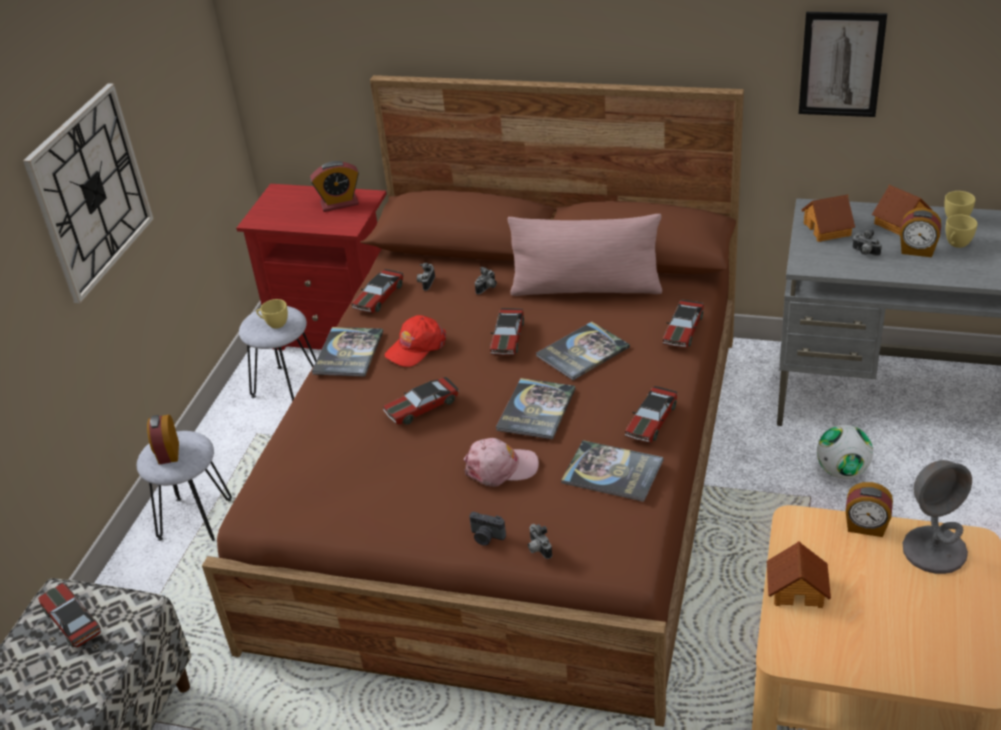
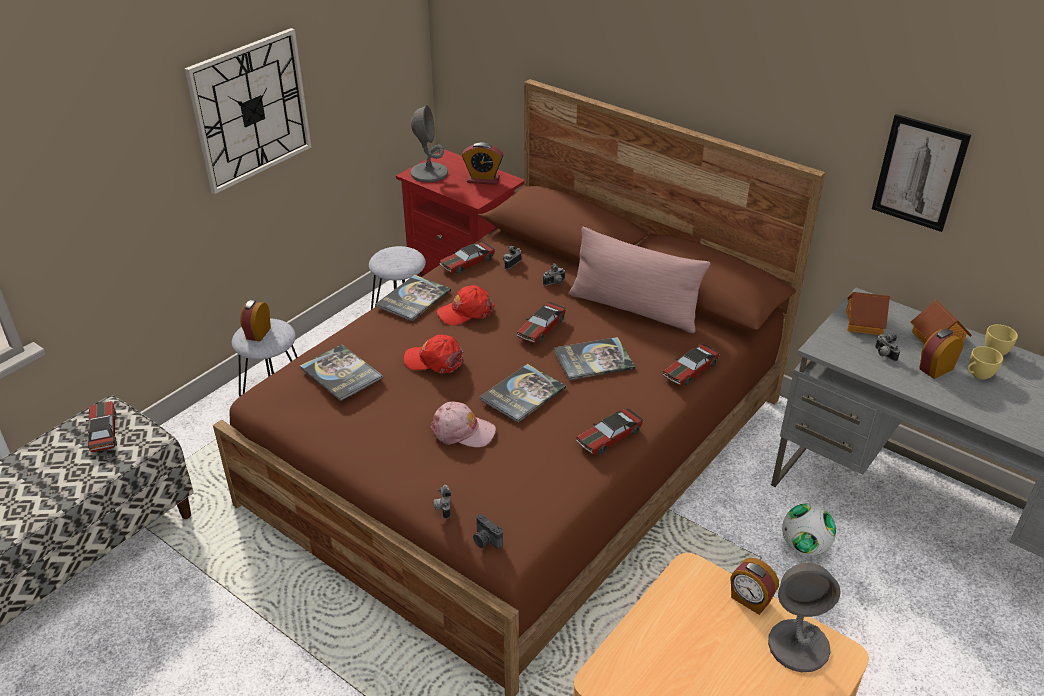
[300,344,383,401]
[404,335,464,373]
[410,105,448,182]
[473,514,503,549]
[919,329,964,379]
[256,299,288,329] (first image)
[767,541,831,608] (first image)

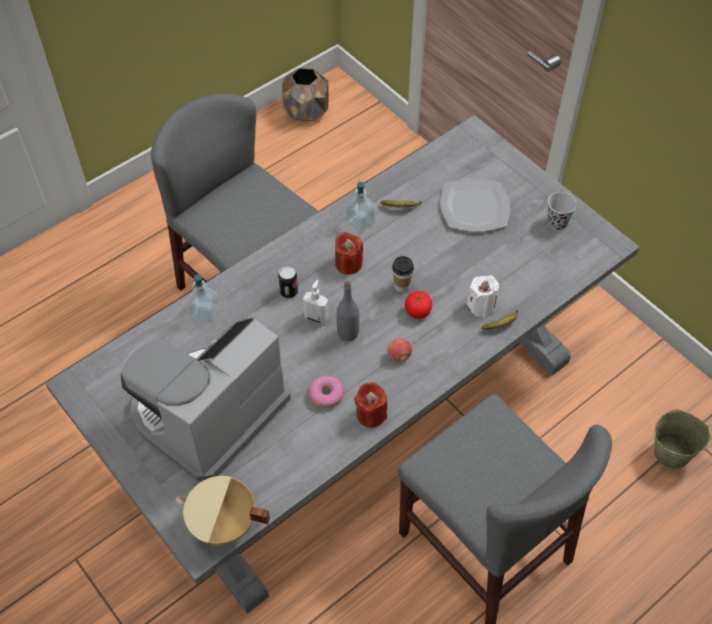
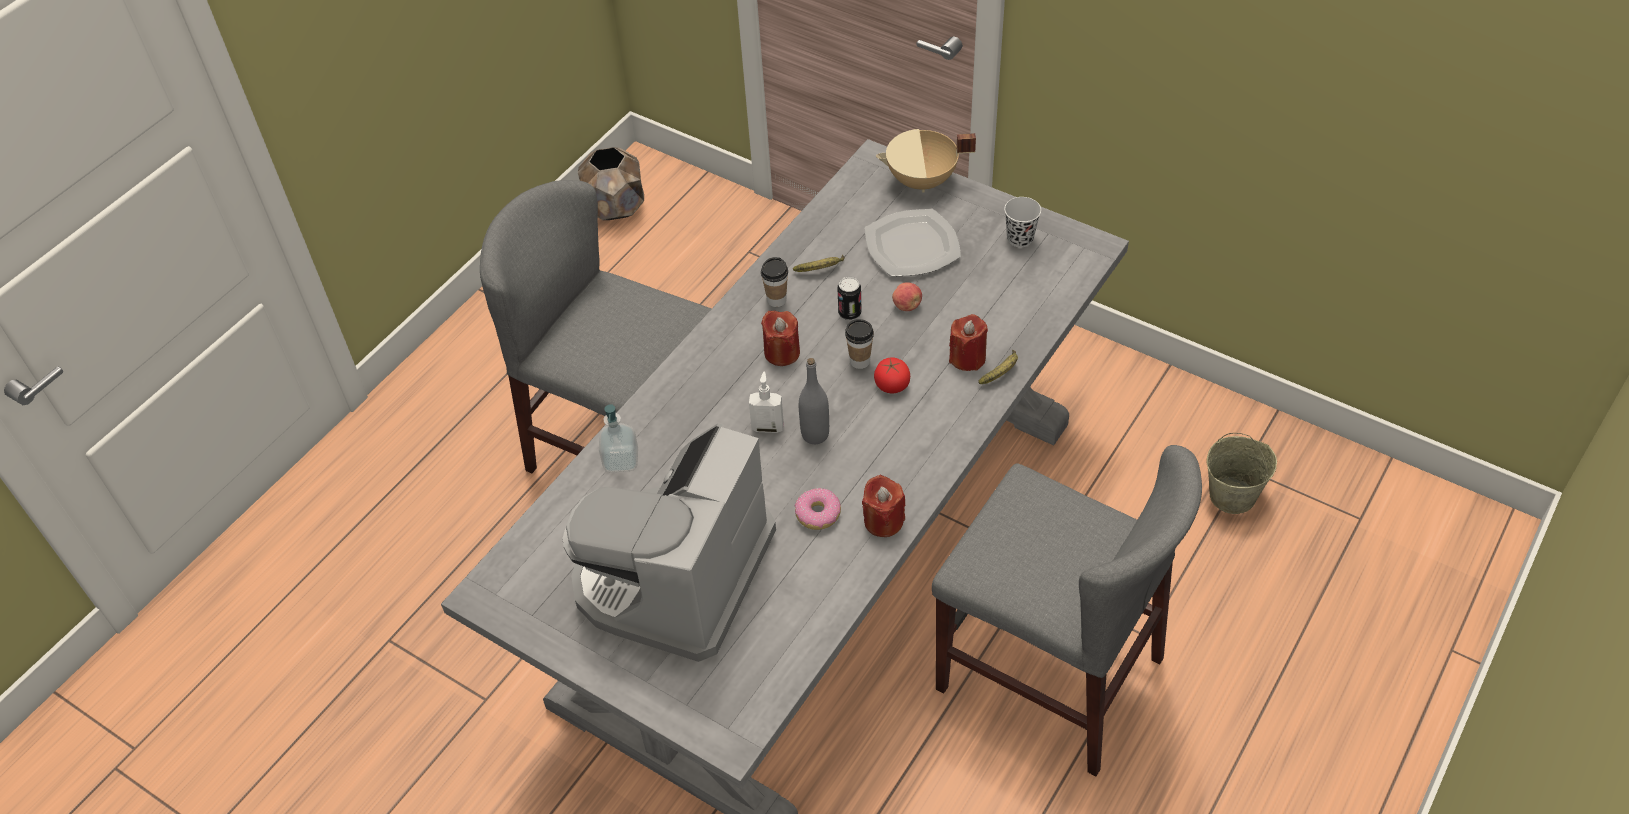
[761,257,788,307]
[838,277,862,320]
[876,129,976,192]
[892,282,922,311]
[949,314,988,371]

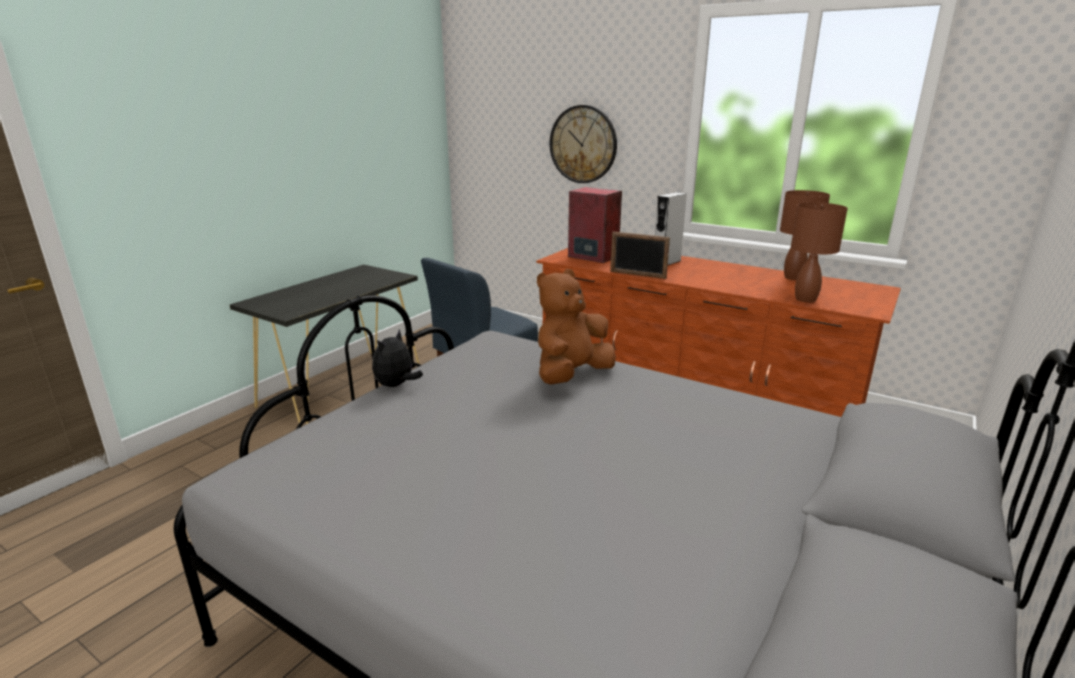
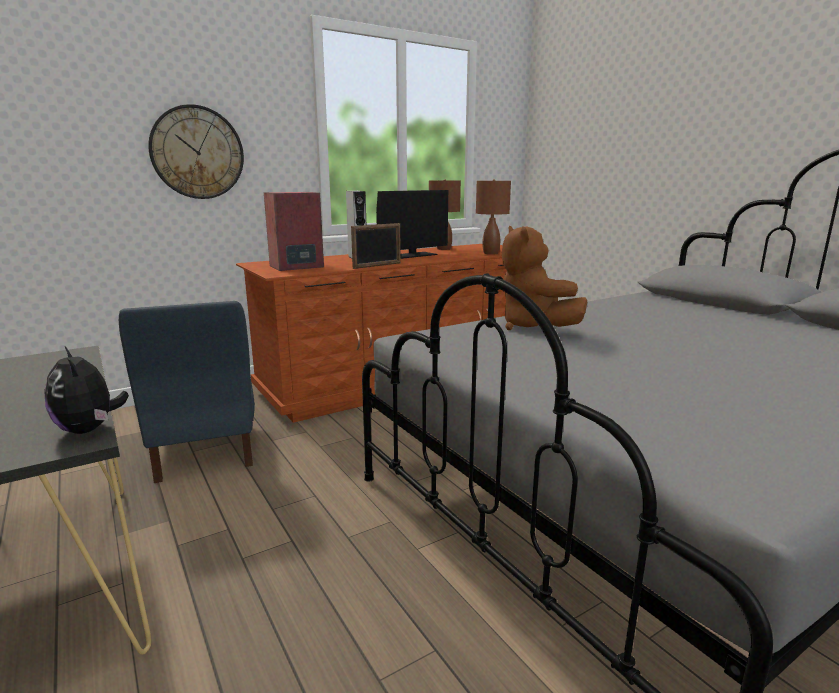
[44,347,129,434]
[376,190,448,259]

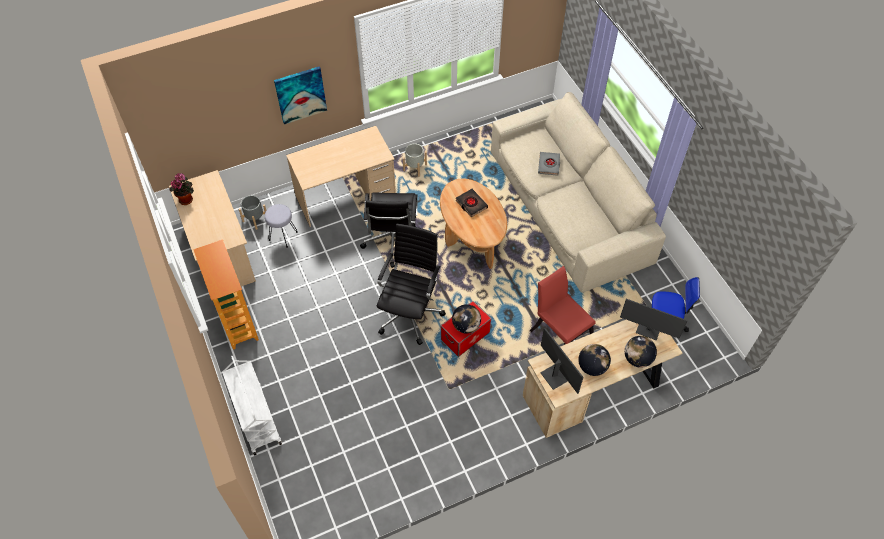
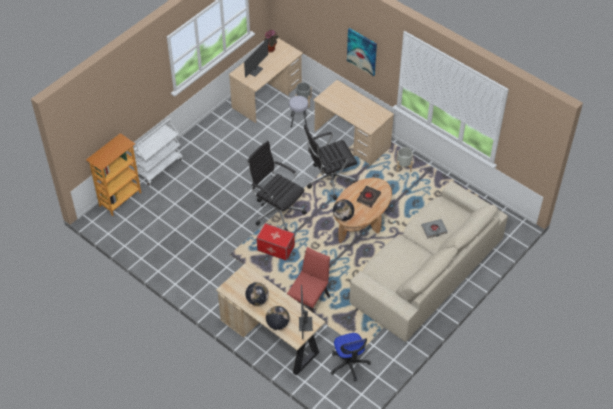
[86,133,141,216]
[244,39,268,78]
[248,141,307,231]
[333,199,354,221]

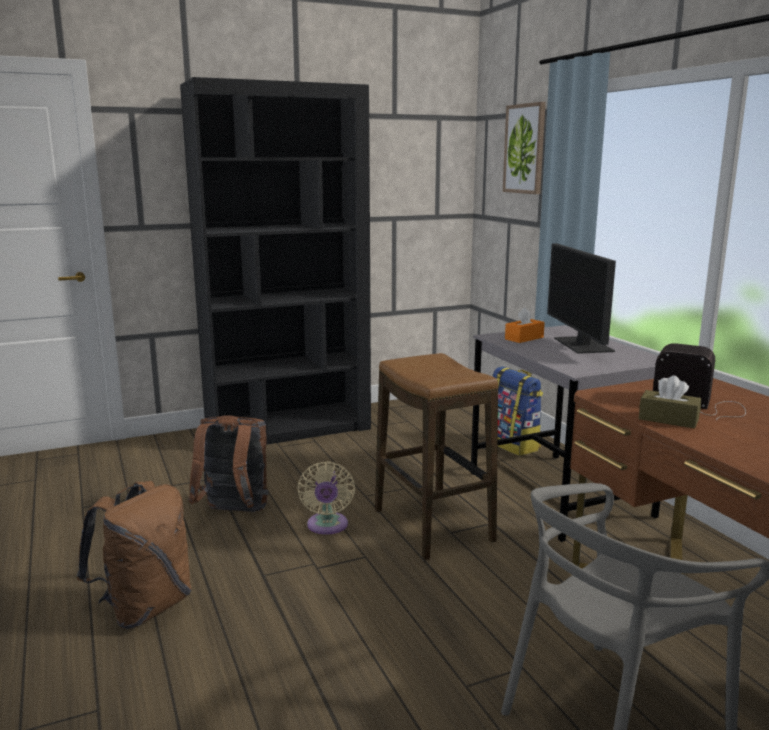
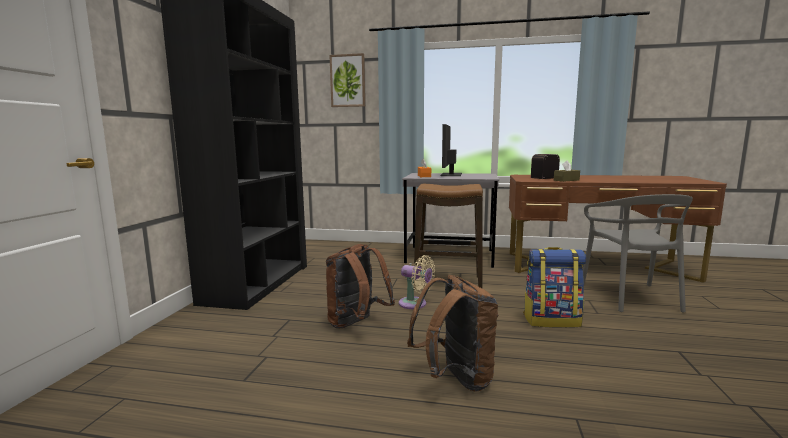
[440,124,462,176]
[523,247,586,328]

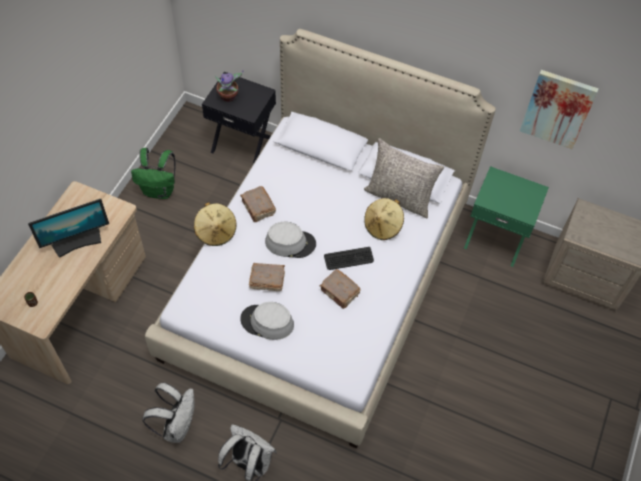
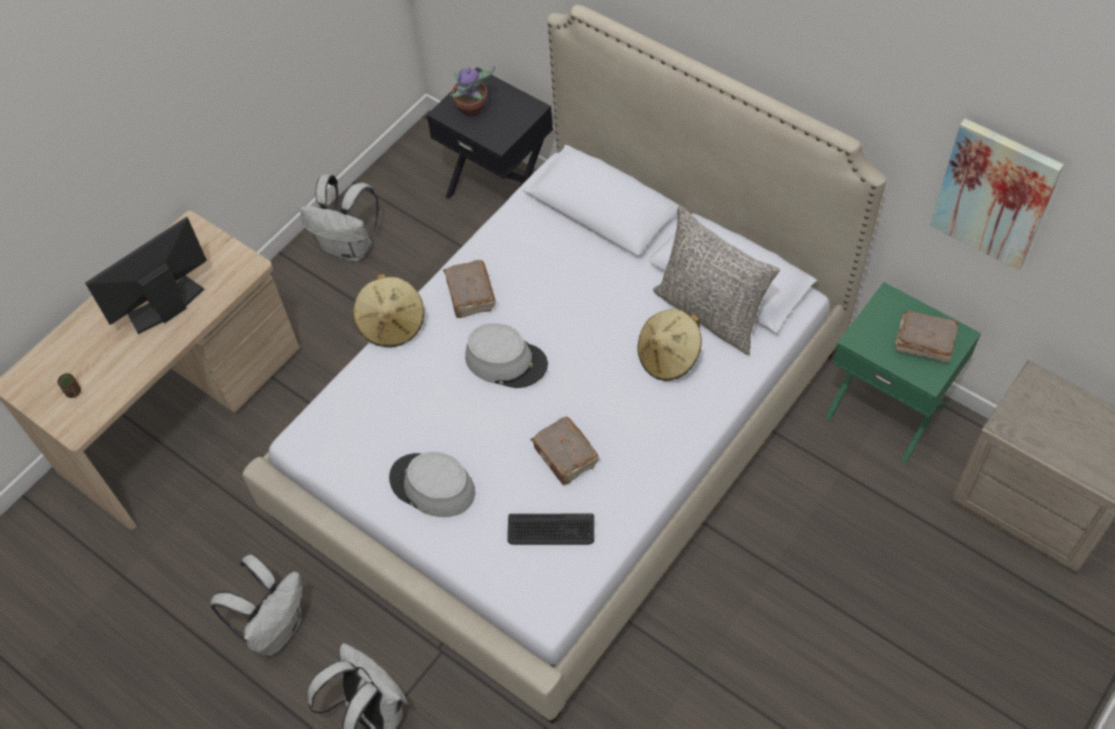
[85,217,207,334]
[300,174,378,261]
[507,514,594,545]
[894,310,958,363]

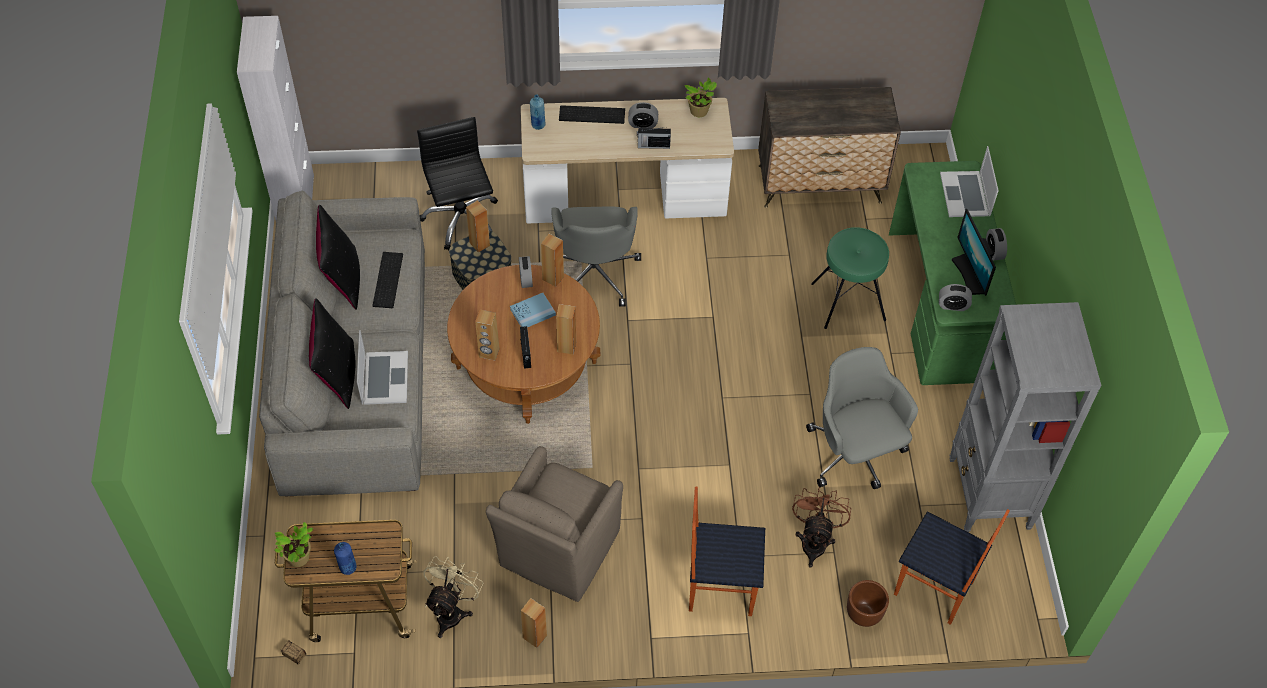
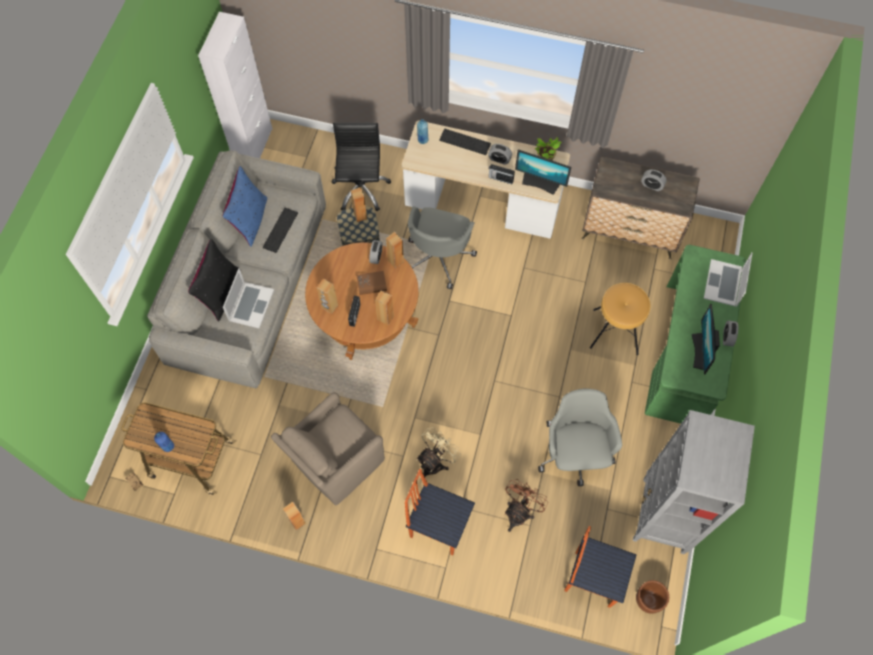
[223,166,267,247]
[357,271,387,295]
[416,427,461,477]
[515,150,571,195]
[564,526,636,608]
[590,283,650,355]
[636,580,669,614]
[641,170,667,191]
[274,522,313,567] (first image)

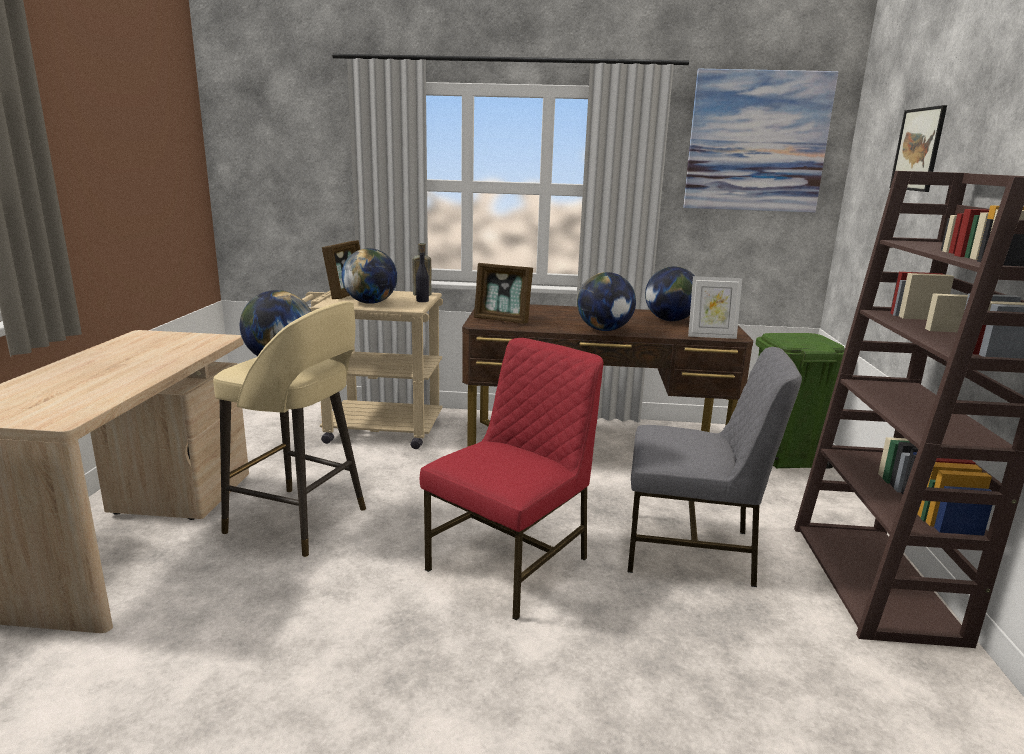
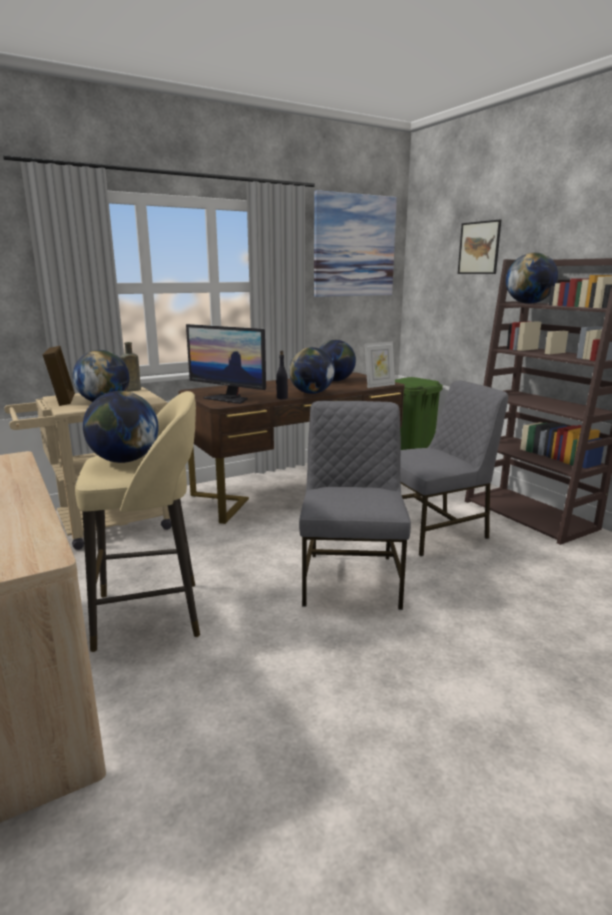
[186,324,266,404]
[276,351,288,399]
[299,401,411,610]
[506,253,558,304]

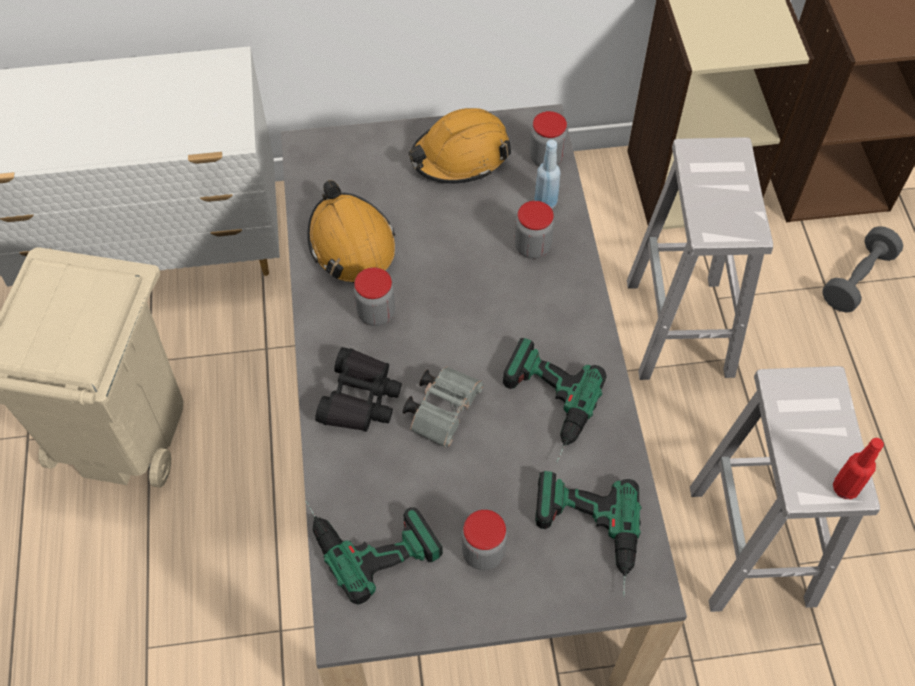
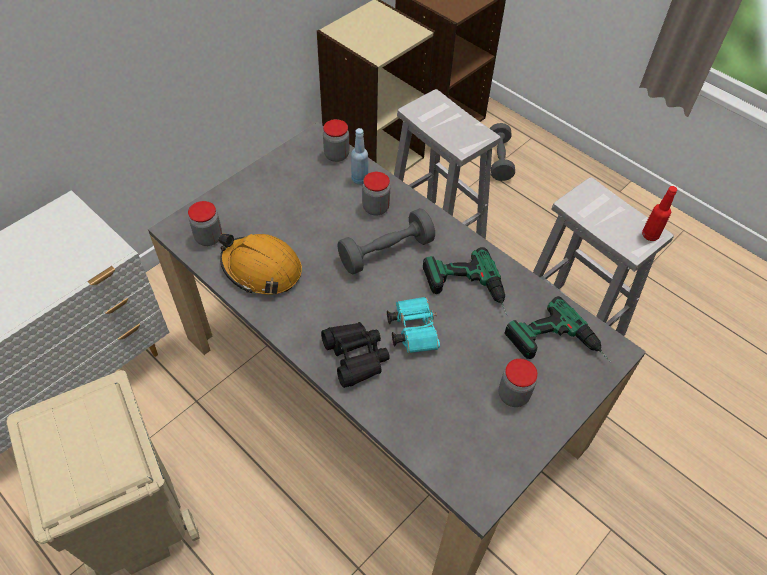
[188,201,222,246]
[337,208,435,275]
[387,297,440,353]
[305,500,443,604] (first image)
[409,108,511,184] (first image)

